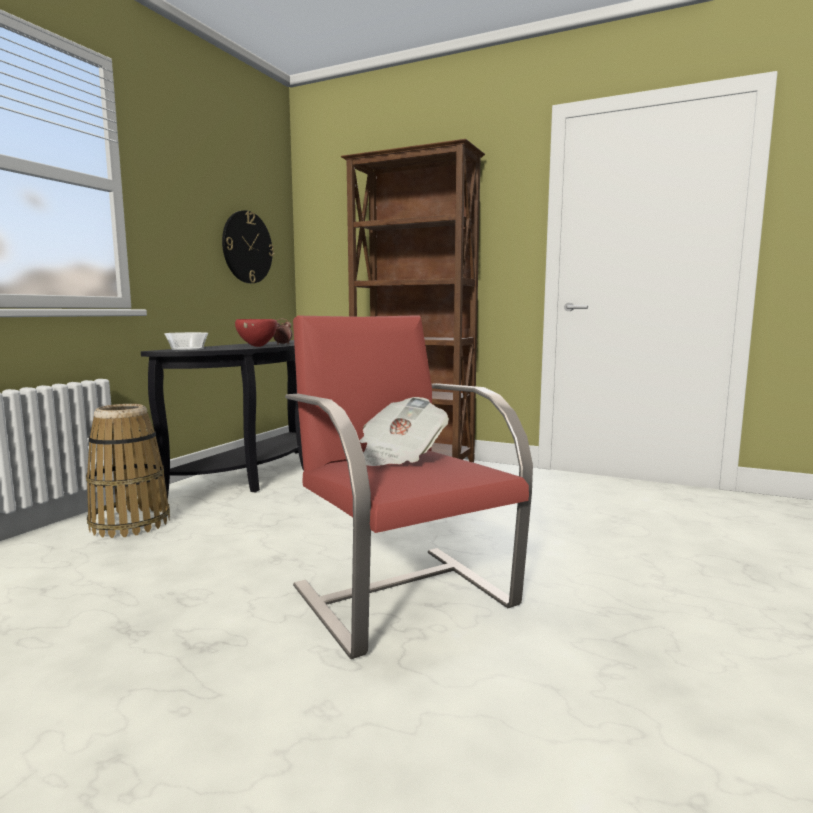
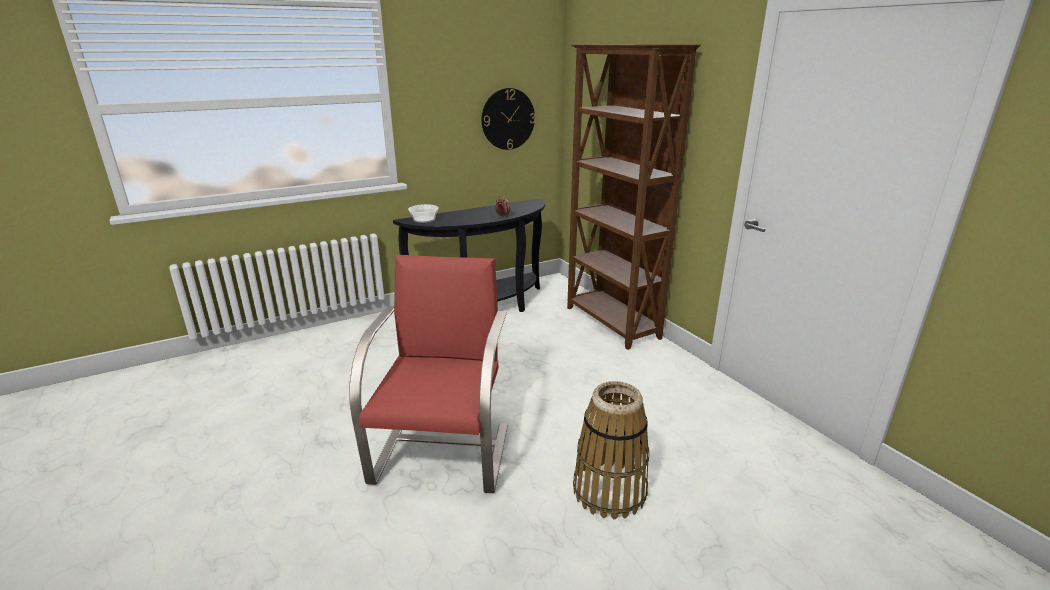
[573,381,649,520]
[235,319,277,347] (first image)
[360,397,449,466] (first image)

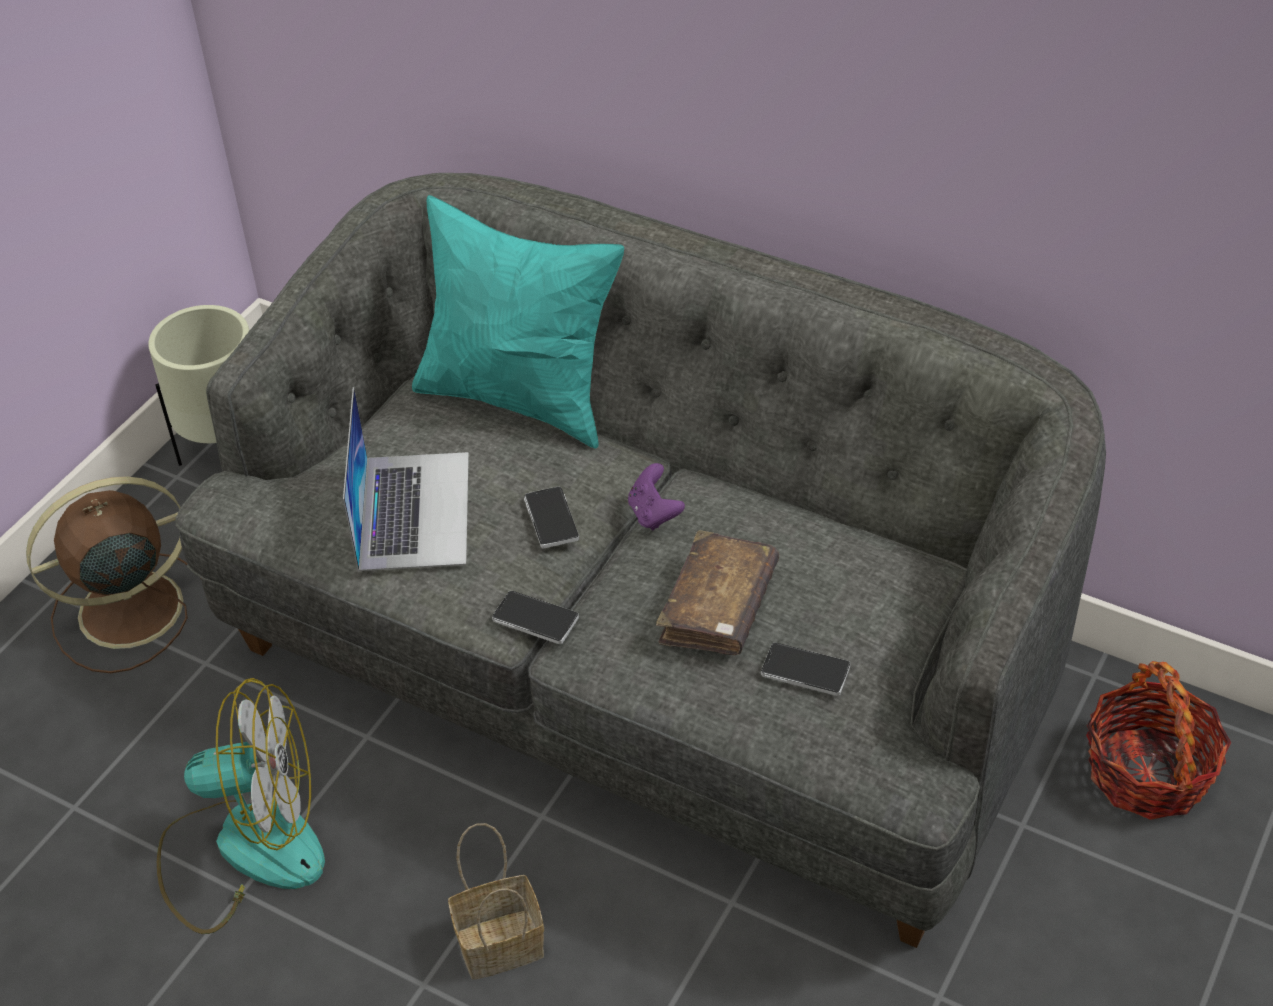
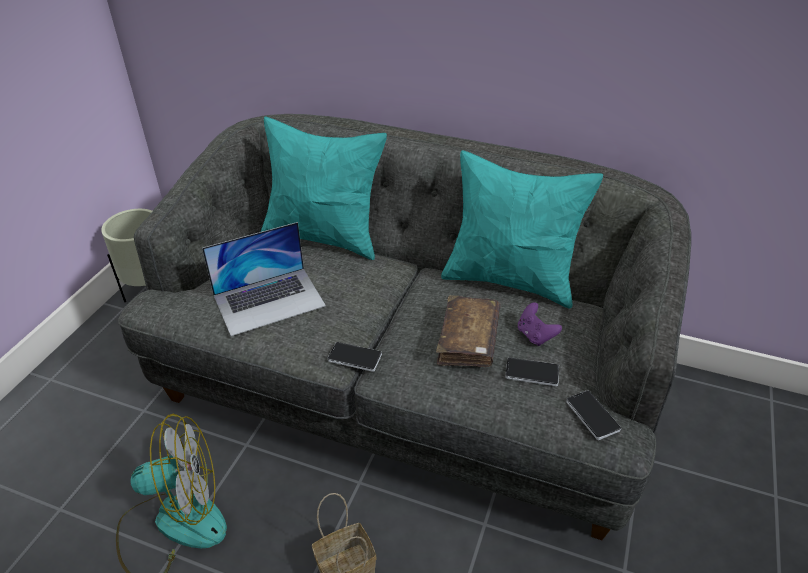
[202,222,326,336]
[441,150,603,309]
[518,302,562,346]
[566,390,621,440]
[26,477,202,673] (first image)
[1086,661,1231,820] (first image)

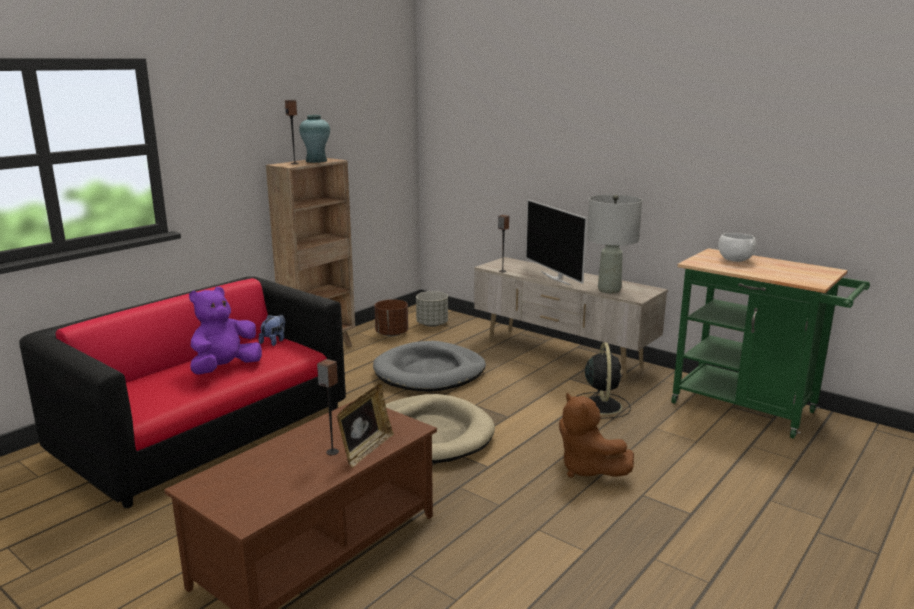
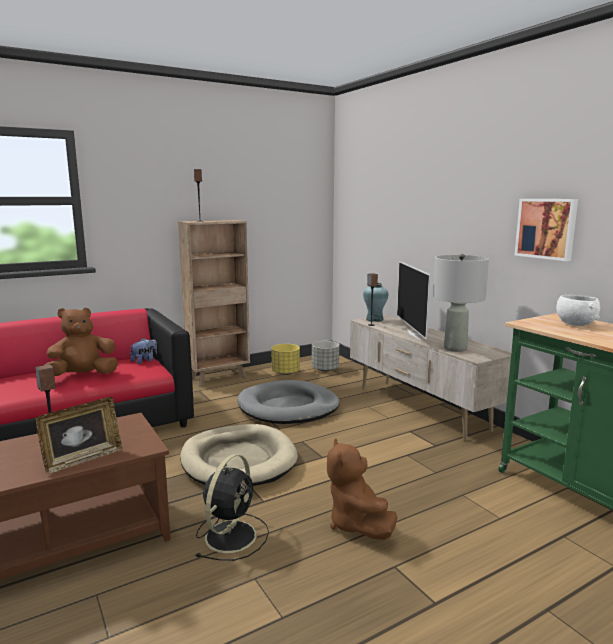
[44,307,118,376]
[196,454,269,561]
[271,344,300,375]
[363,283,388,322]
[515,199,578,261]

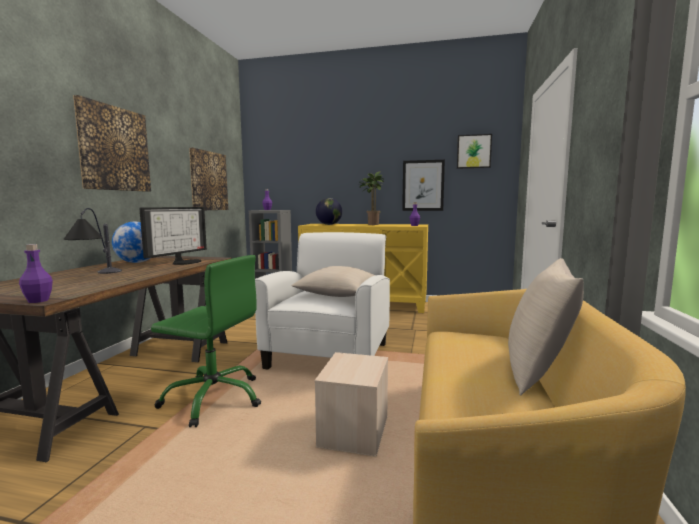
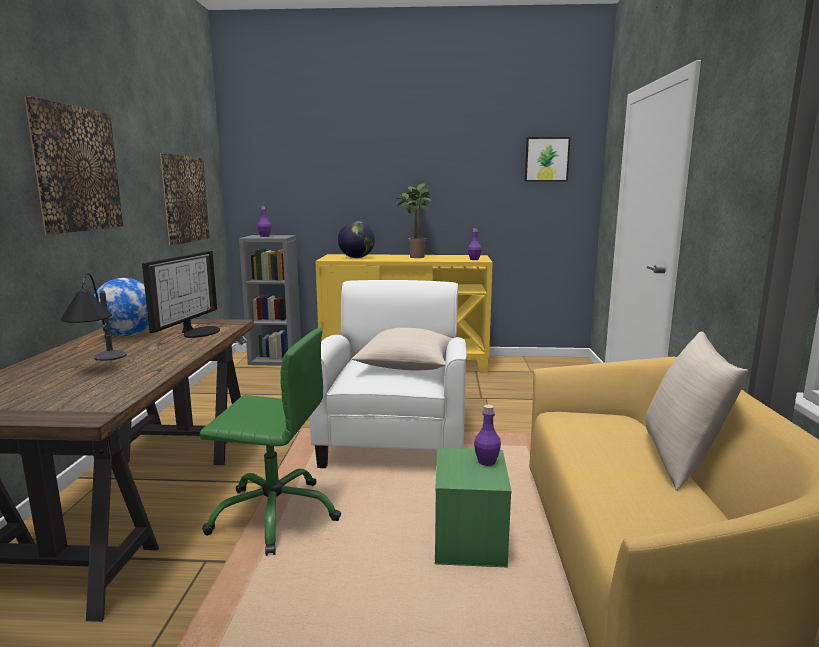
[435,448,512,568]
[474,405,501,466]
[402,160,445,211] (first image)

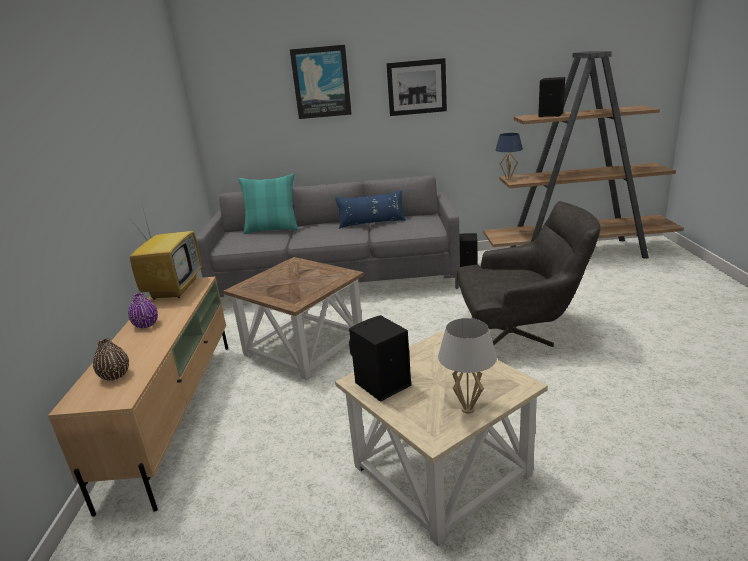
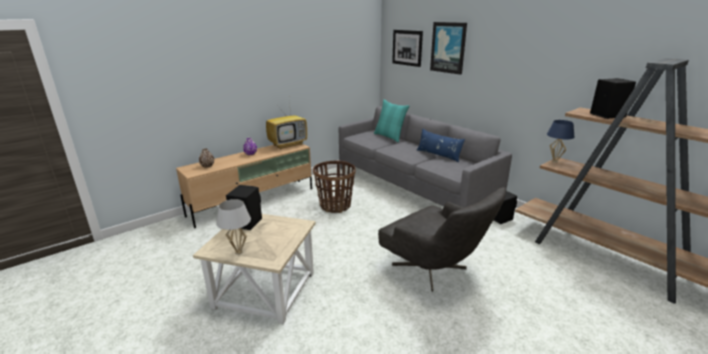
[313,160,356,213]
[392,30,423,67]

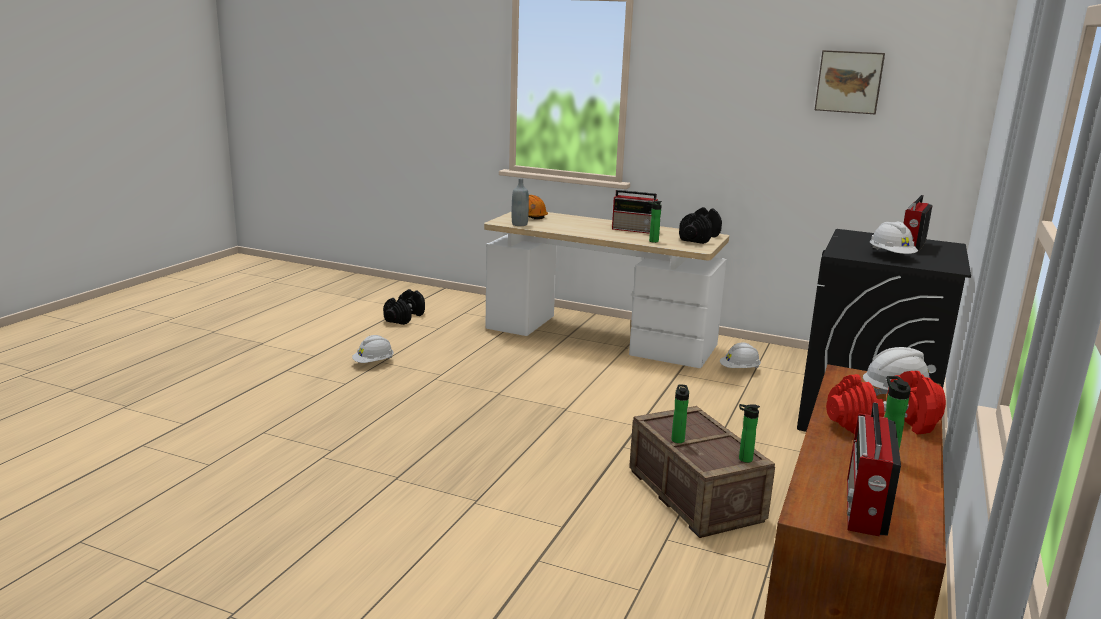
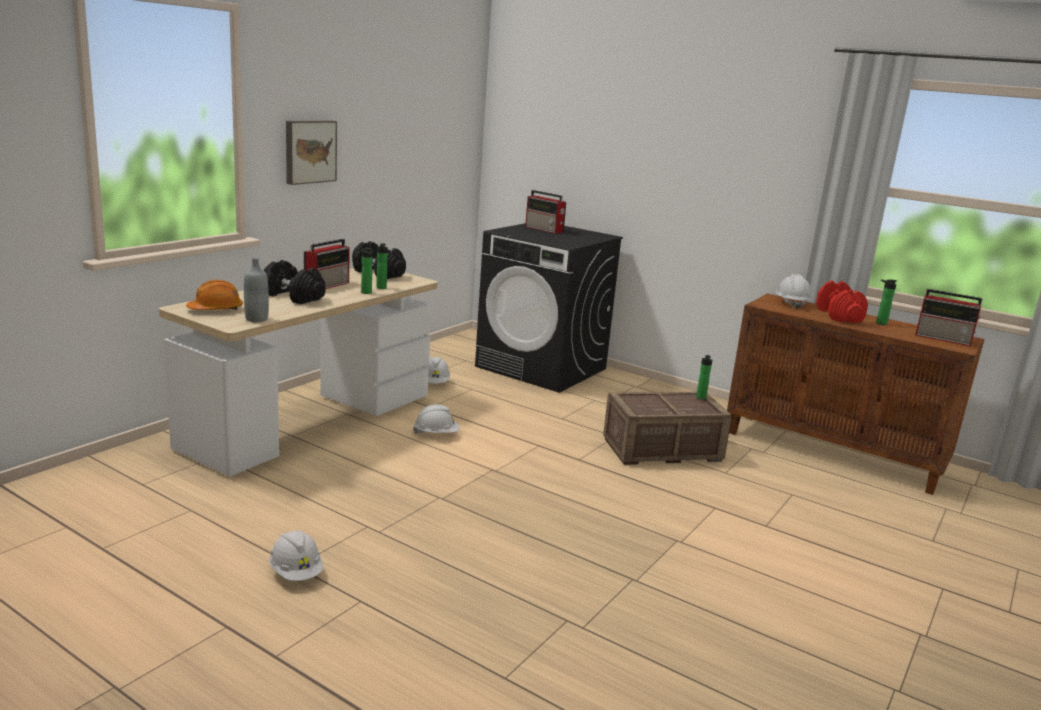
[264,260,326,304]
[286,121,337,185]
[357,247,373,294]
[413,405,459,434]

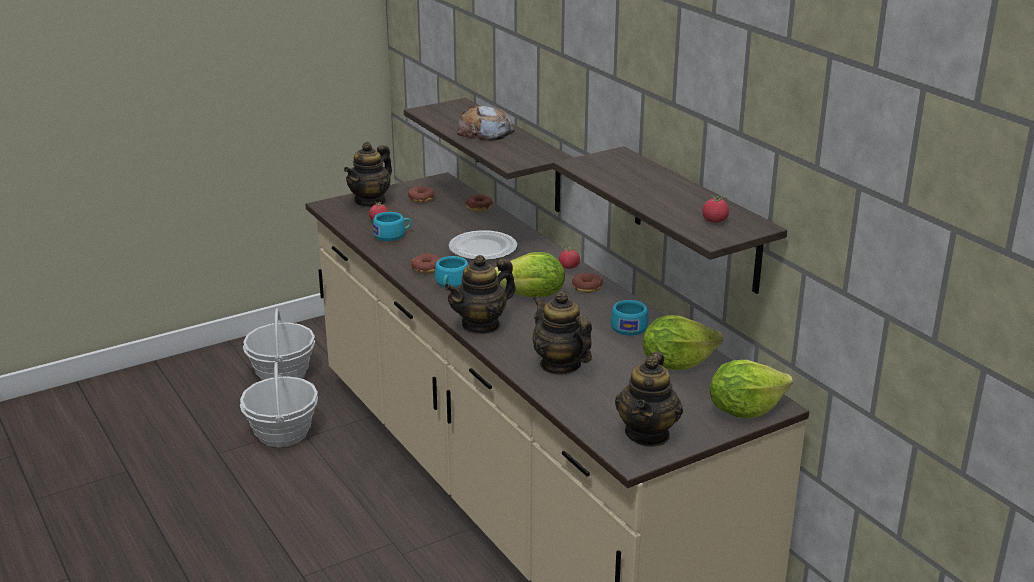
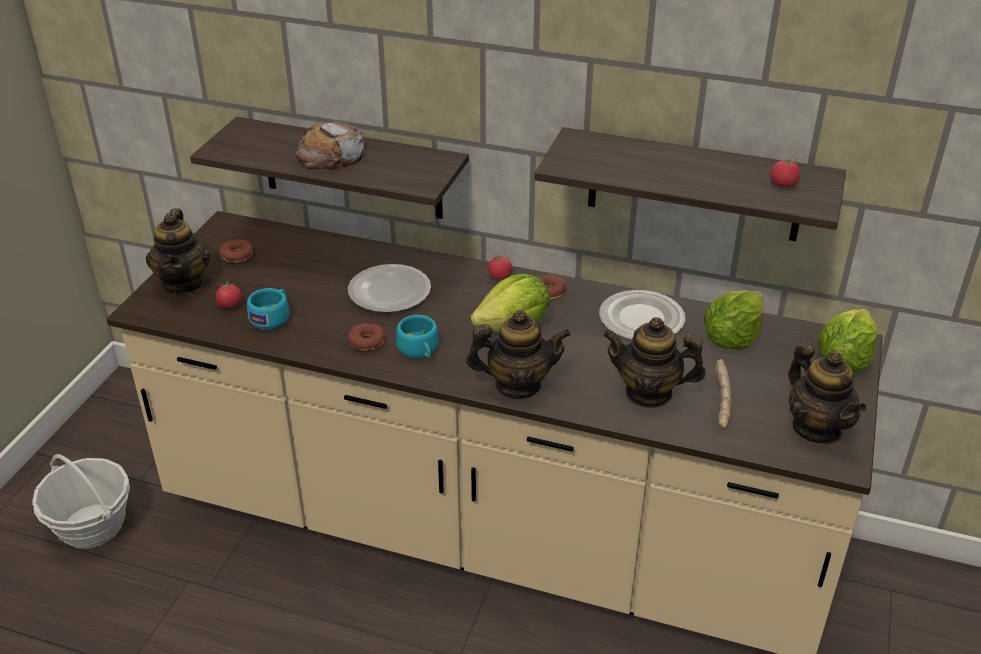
[466,310,571,399]
[599,290,686,340]
[715,359,732,428]
[240,362,318,447] (first image)
[465,194,493,212] (first image)

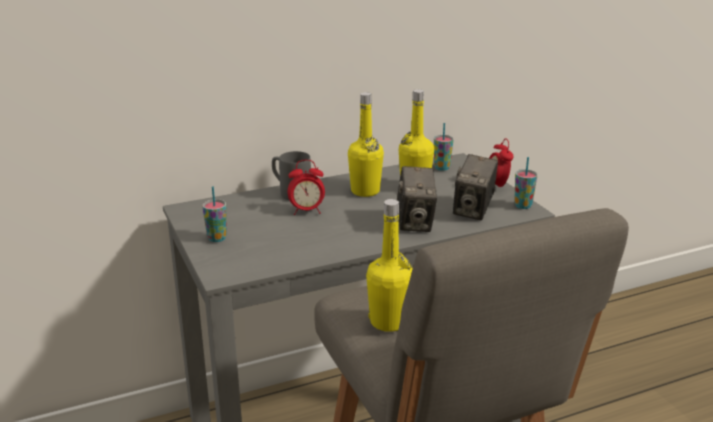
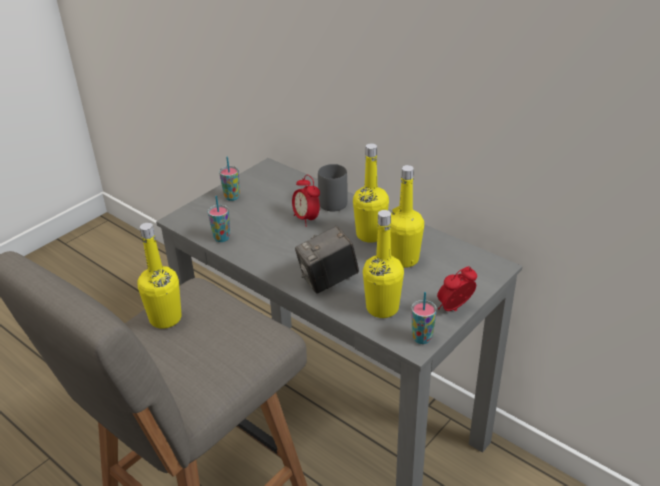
[208,196,230,242]
[363,210,404,318]

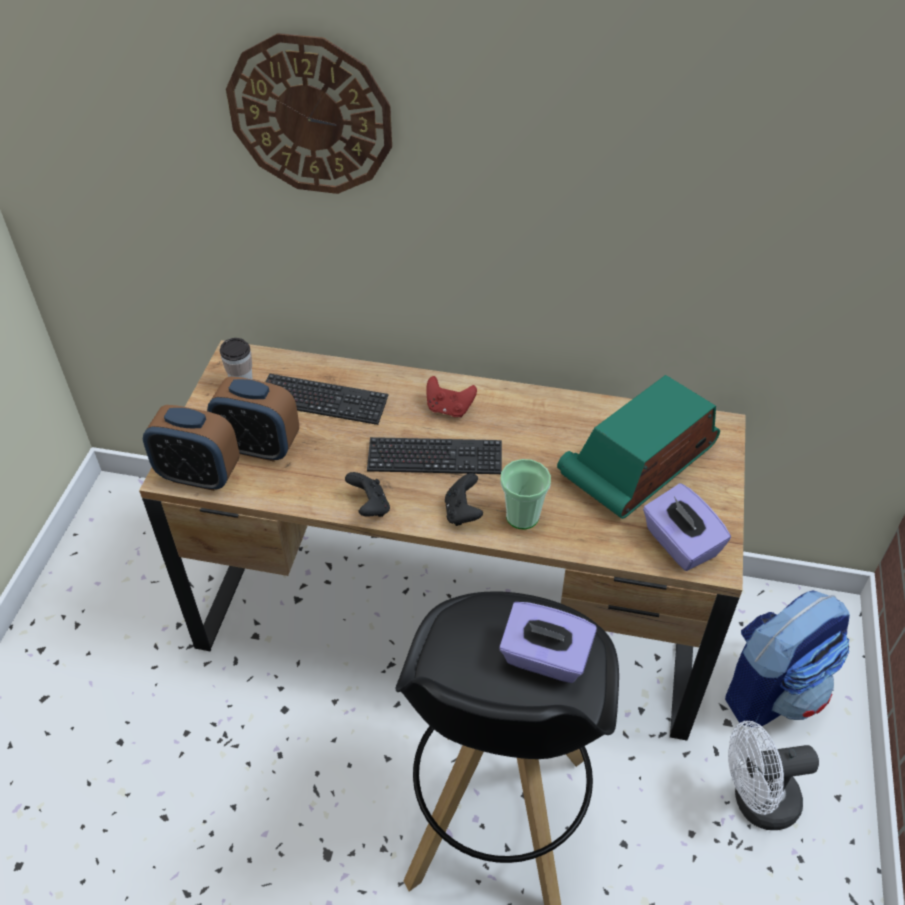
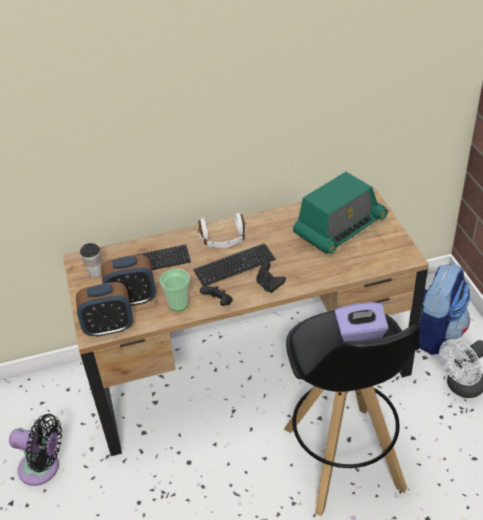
[9,414,62,486]
[160,269,190,311]
[198,213,246,248]
[293,172,388,254]
[226,33,392,194] (first image)
[643,483,731,571] (first image)

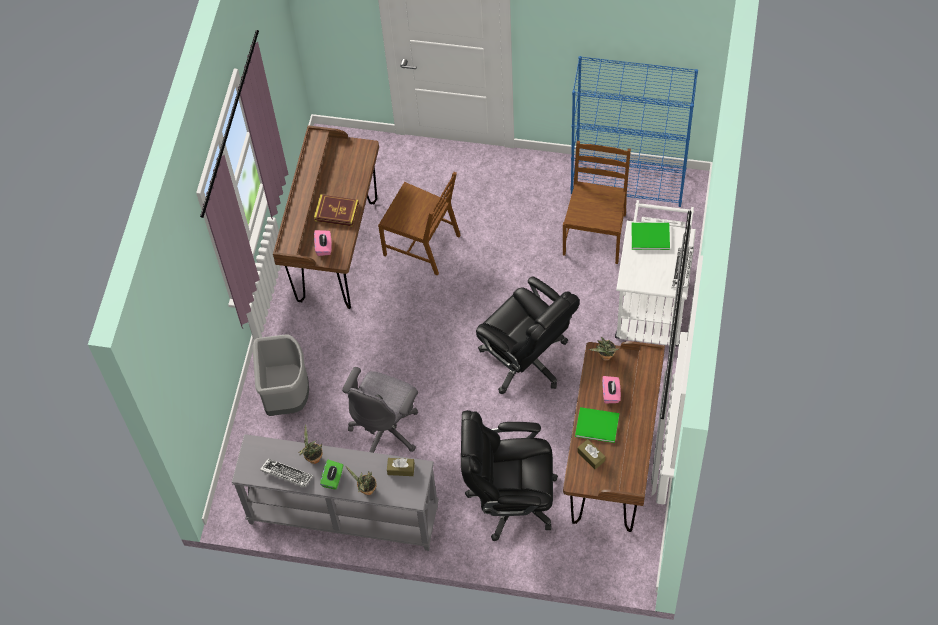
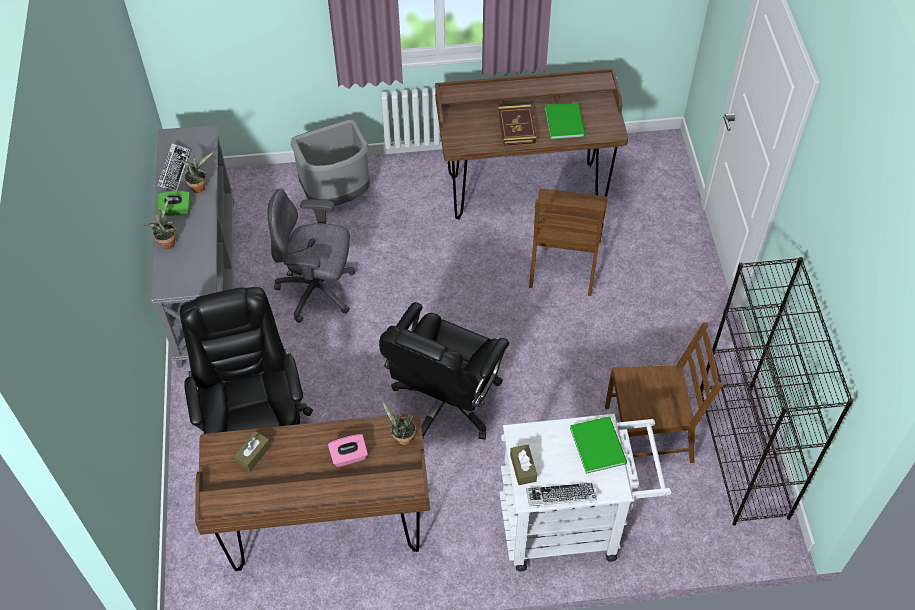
[510,445,537,485]
[545,103,585,139]
[700,257,853,526]
[314,230,332,256] (first image)

